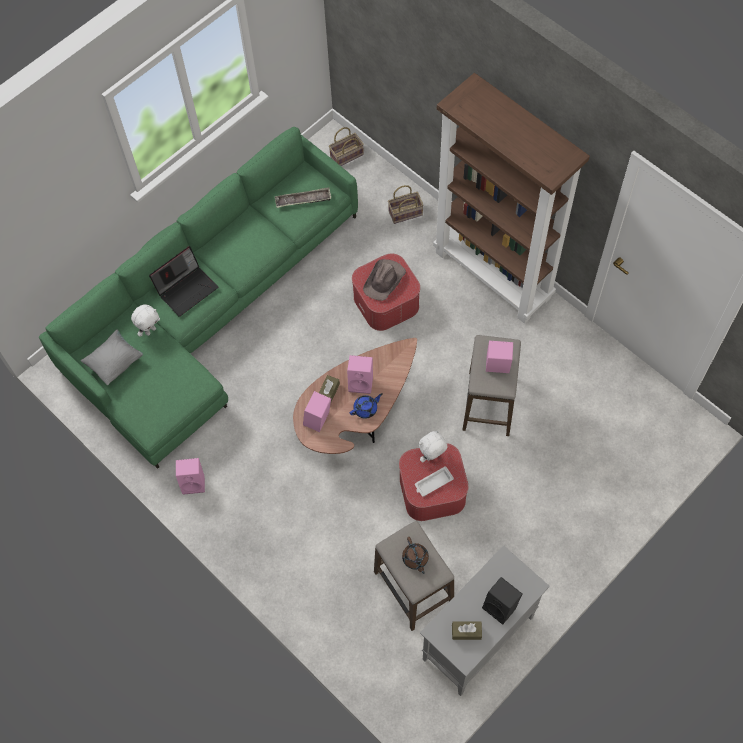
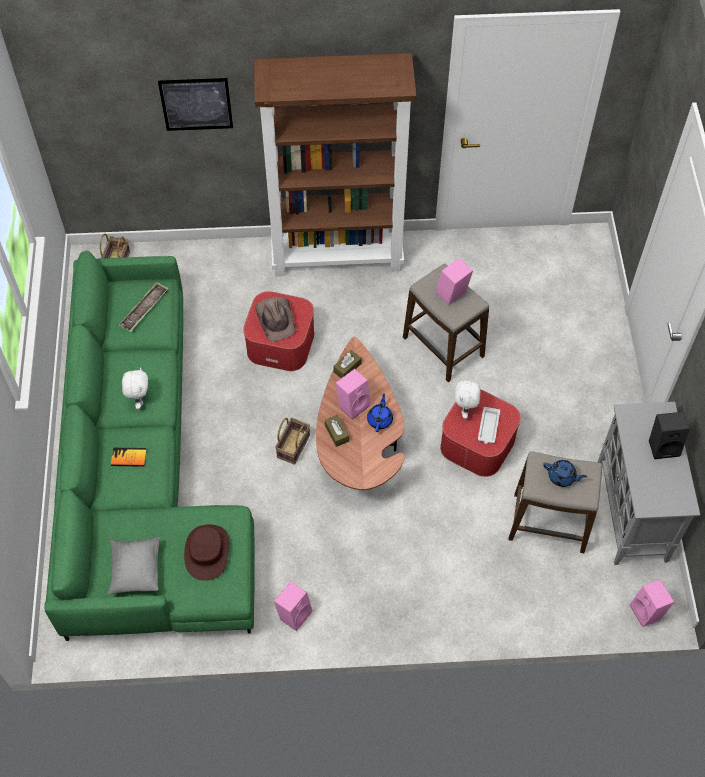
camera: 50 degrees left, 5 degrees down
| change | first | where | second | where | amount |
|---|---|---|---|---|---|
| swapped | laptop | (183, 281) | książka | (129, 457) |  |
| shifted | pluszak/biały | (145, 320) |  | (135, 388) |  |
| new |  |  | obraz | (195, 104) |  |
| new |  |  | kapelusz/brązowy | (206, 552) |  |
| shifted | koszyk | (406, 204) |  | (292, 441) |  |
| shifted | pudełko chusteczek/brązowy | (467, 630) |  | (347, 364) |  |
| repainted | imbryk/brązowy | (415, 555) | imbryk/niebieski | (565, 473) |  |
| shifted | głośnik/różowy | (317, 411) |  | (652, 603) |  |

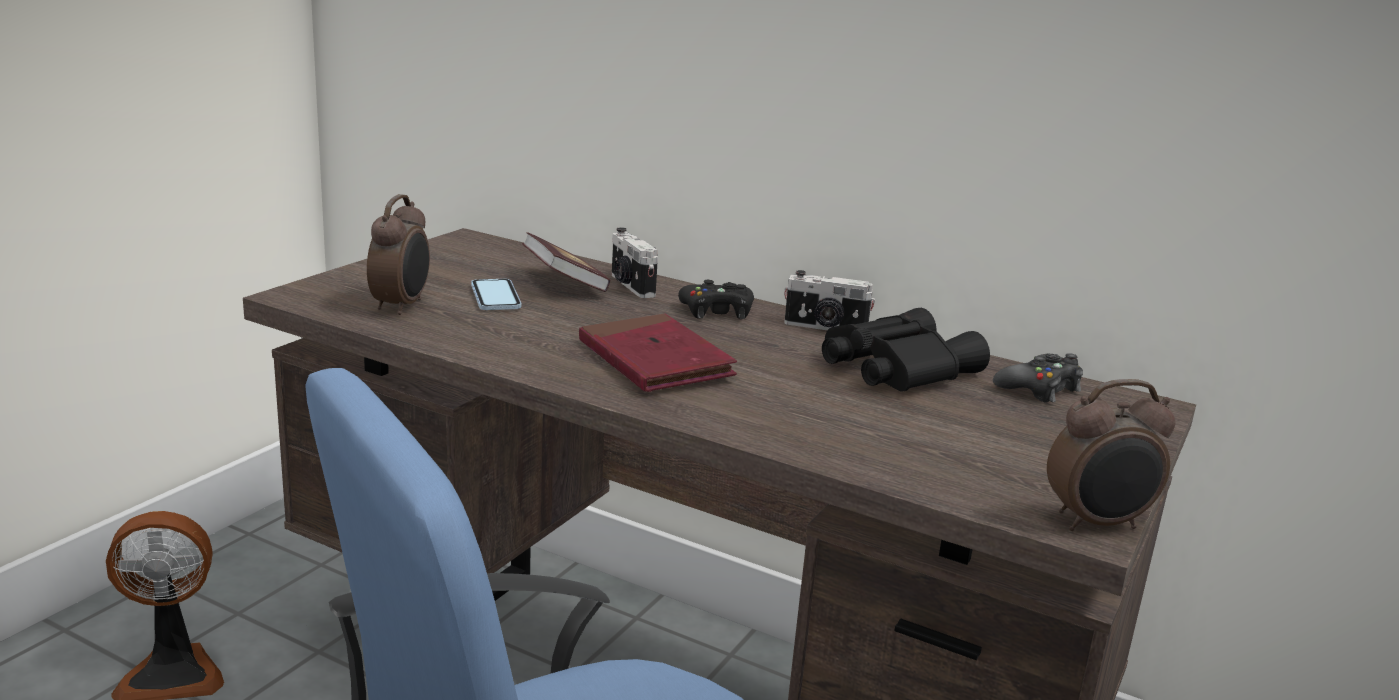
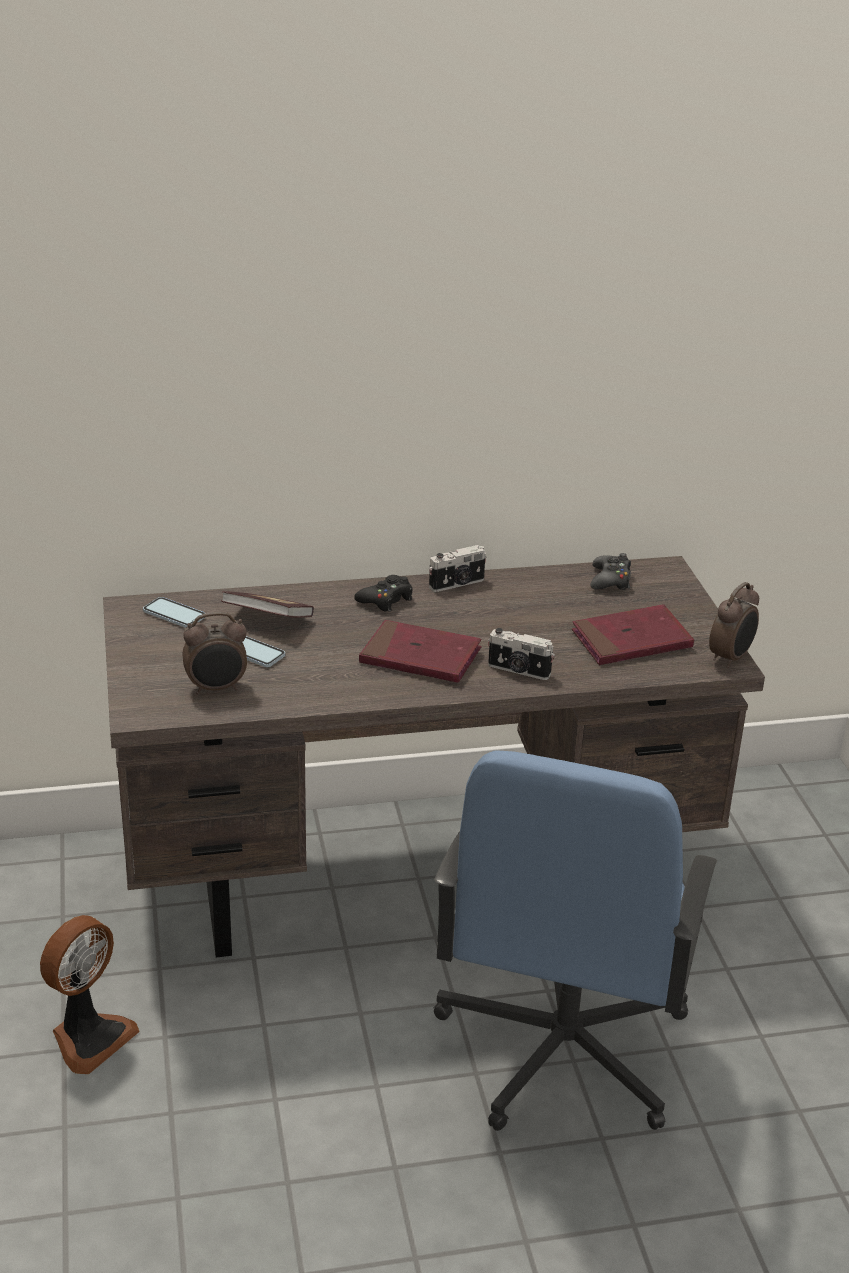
camera: 40 degrees left, 10 degrees up
| change | first | where | second | where | amount |
|---|---|---|---|---|---|
| new |  |  | telefon | (174, 612) |  |
| rotated | budzik | (398, 254) |  | (214, 653) | 105 degrees clockwise |
| shifted | aparat fotograficzny | (635, 262) |  | (521, 654) |  |
| new |  |  | książka/czerwony | (633, 634) |  |
| gone | lornetka/czarny | (906, 350) |  |  |  |

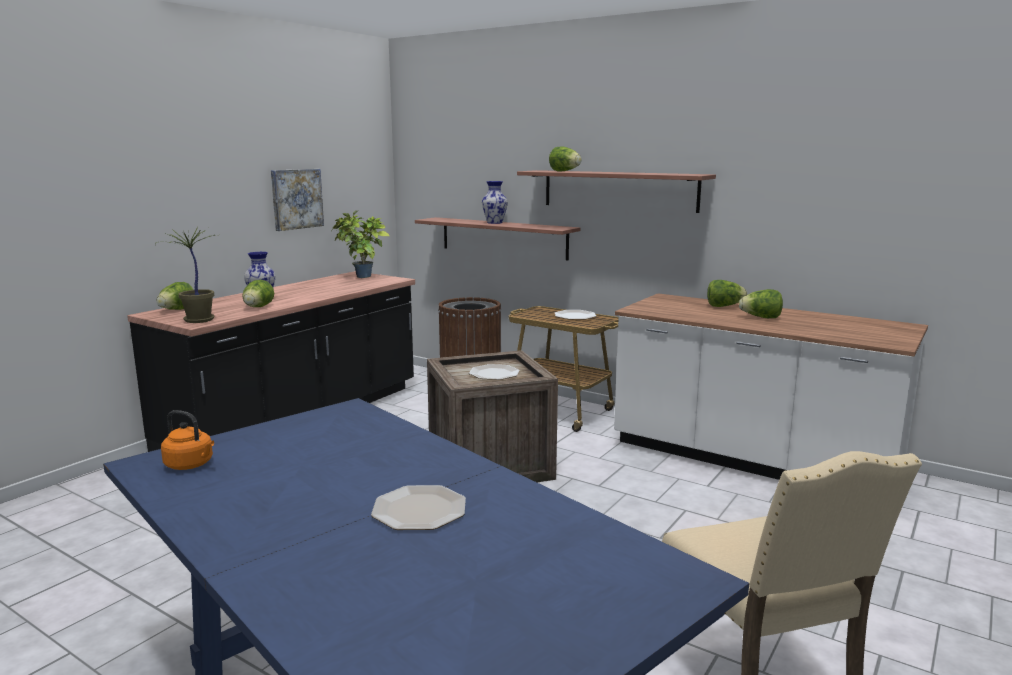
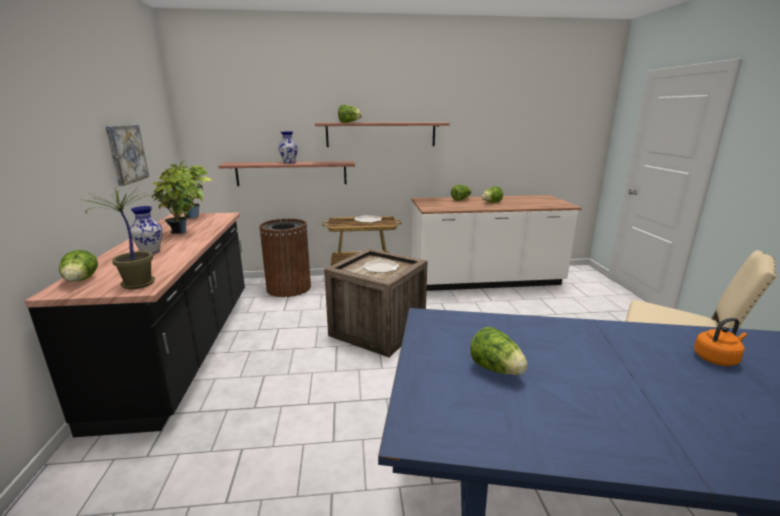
camera: 40 degrees left, 5 degrees up
| change | first | where | second | where | amount |
|---|---|---|---|---|---|
| new |  |  | roślina doniczkowa | (176, 201) |  |
| shifted | sałata | (258, 293) |  | (499, 351) |  |
| shifted | czajnik/pomarańczowy | (187, 440) |  | (720, 342) |  |
| gone | talerz | (418, 507) |  |  |  |

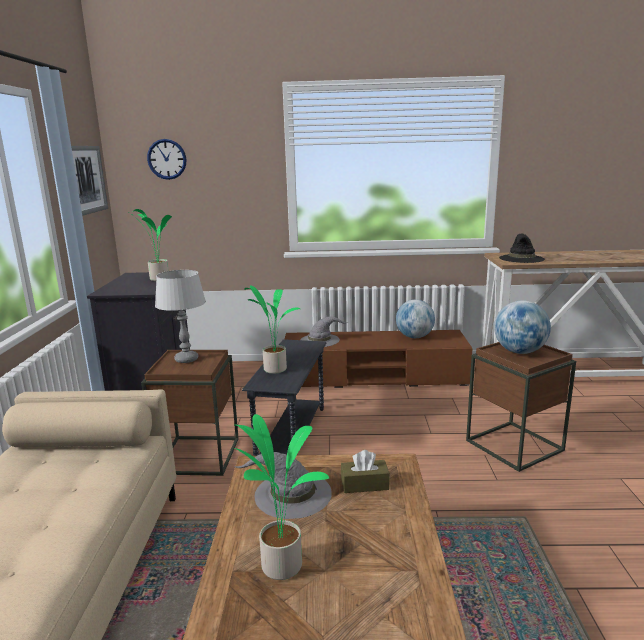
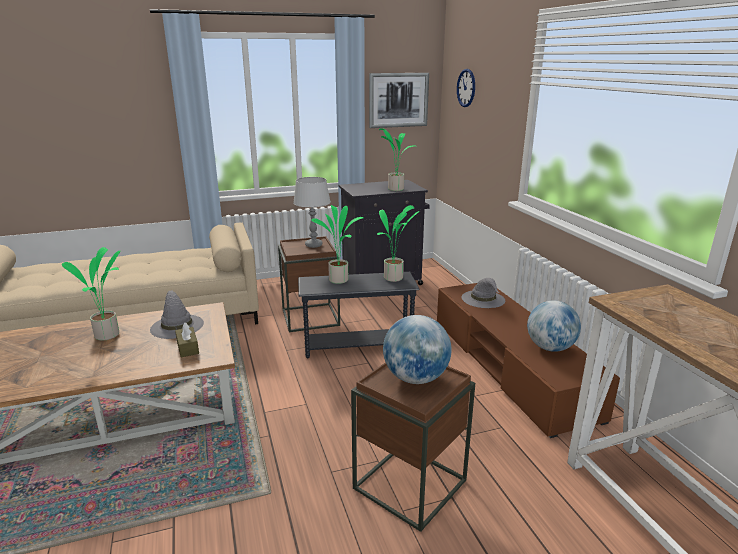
camera: 70 degrees right, 5 degrees up
| change | first | where | second | where | amount |
|---|---|---|---|---|---|
| new |  |  | roślina doniczkowa | (398, 243) |  |
| gone | kapelusz/czarny | (522, 248) |  |  |  |

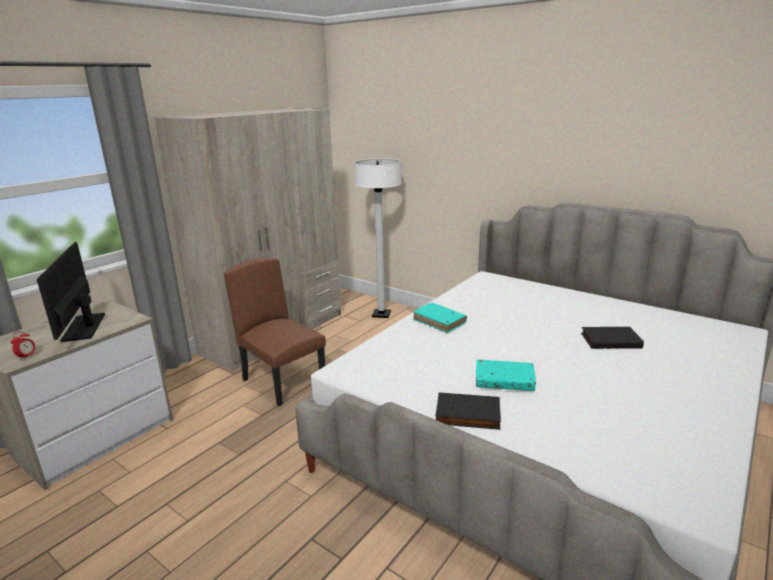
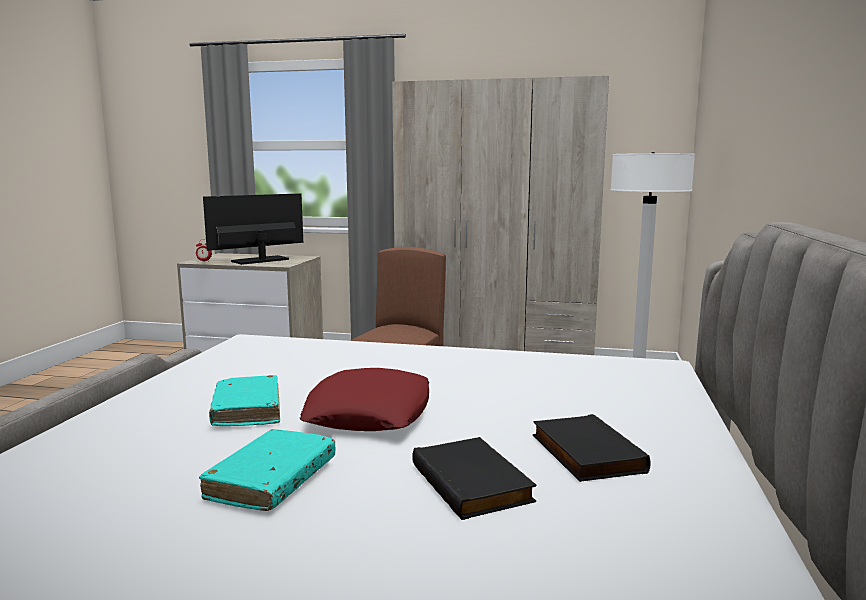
camera: 65 degrees right, 10 degrees down
| change | first | where | second | where | amount |
|---|---|---|---|---|---|
| shifted | książka/turkusowy | (440, 318) |  | (267, 470) |  |
| new |  |  | poduszka/czerwony | (364, 399) |  |
| shifted | książka/czarny | (468, 411) |  | (592, 448) |  |

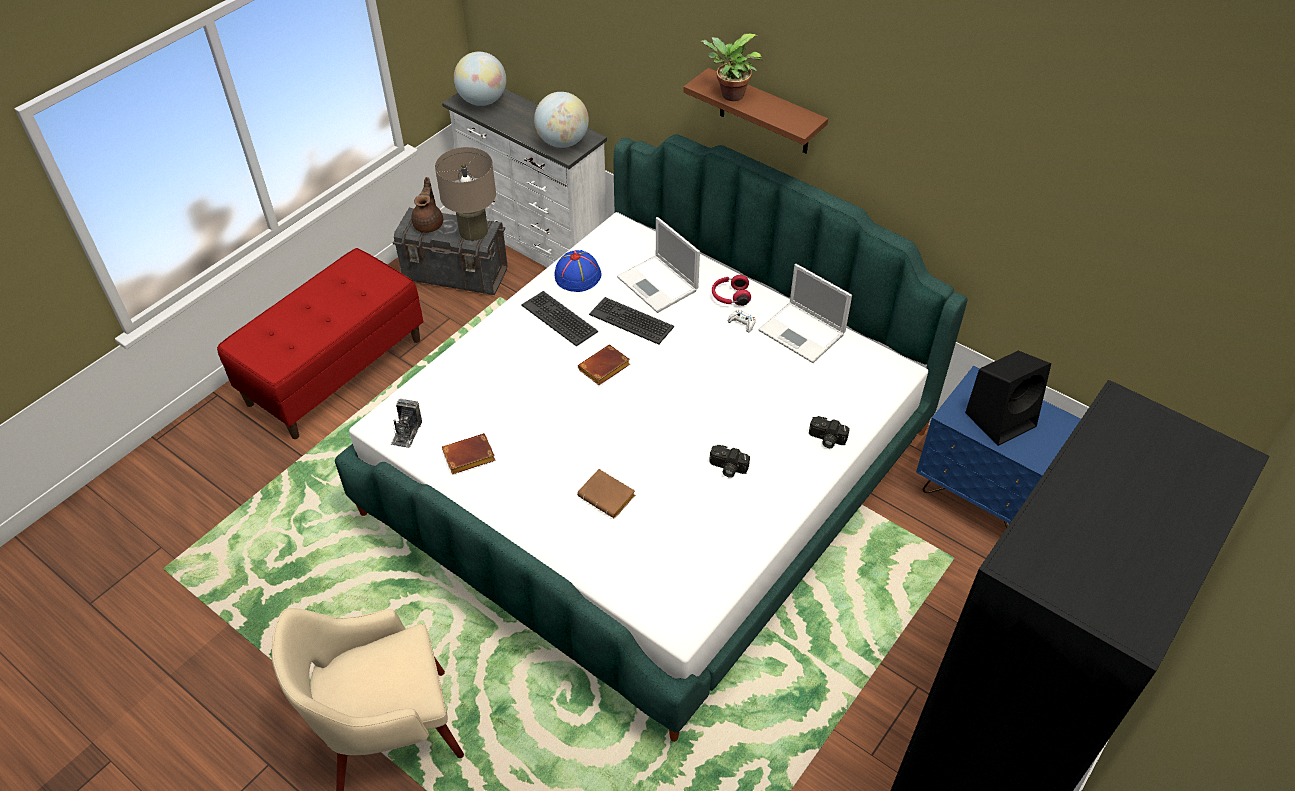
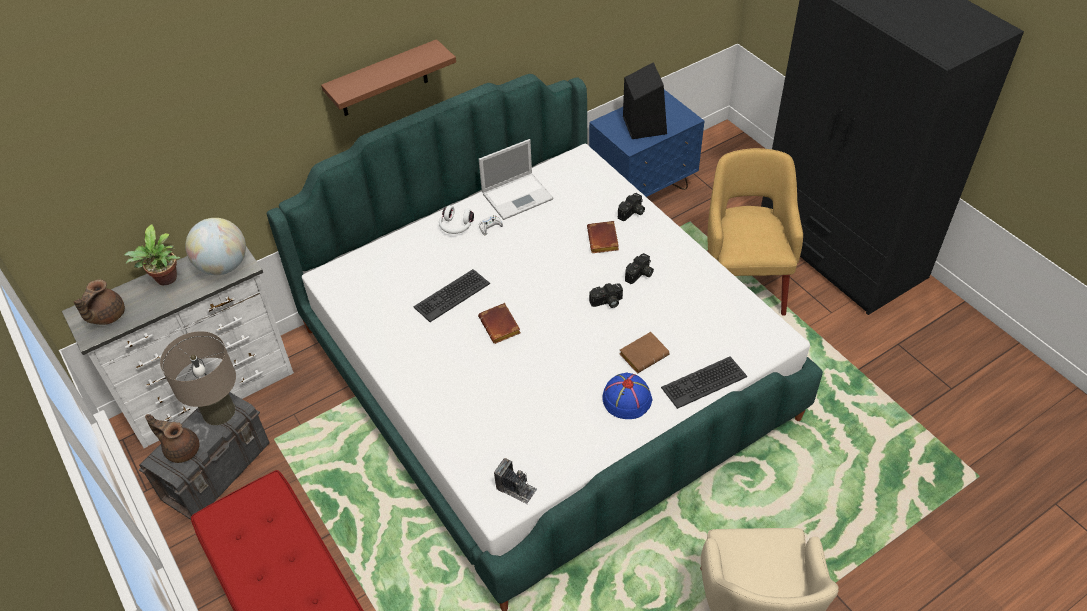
camera: 70 degrees left, 0 degrees up
| change | first | where | second | where | amount |
|---|---|---|---|---|---|
| swapped | globus | (480, 79) | imbryk/brązowy | (99, 302) |  |
| shifted | roślina doniczkowa | (731, 67) |  | (152, 254) |  |
| repainted | słuchawki/czerwony | (731, 290) | słuchawki/biały | (456, 219) |  |
| shifted | książka/brązowy | (469, 454) |  | (603, 237) |  |
| new |  |  | aparat fotograficzny | (606, 295) |  |
| shifted | kapelusz/niebieski | (578, 271) |  | (627, 396) |  |
| shifted | klawiatura | (559, 318) |  | (704, 382) |  |
| new |  |  | fotel/żółty | (755, 232) |  |
| gone | laptop | (658, 265) |  |  |  |

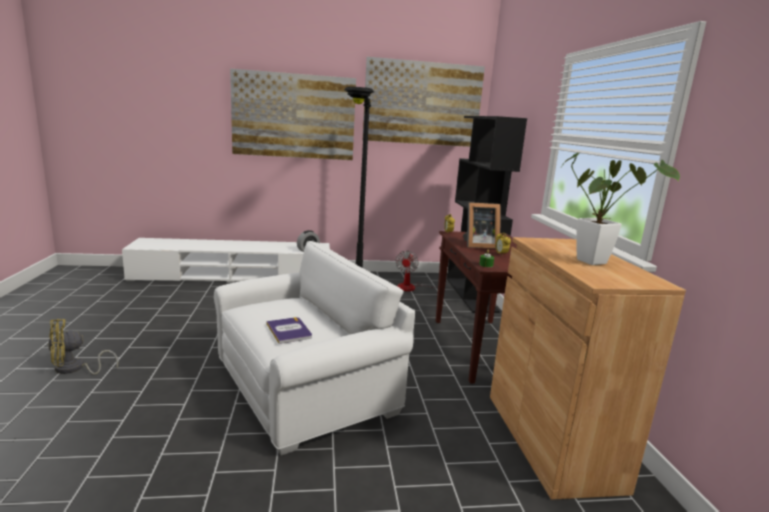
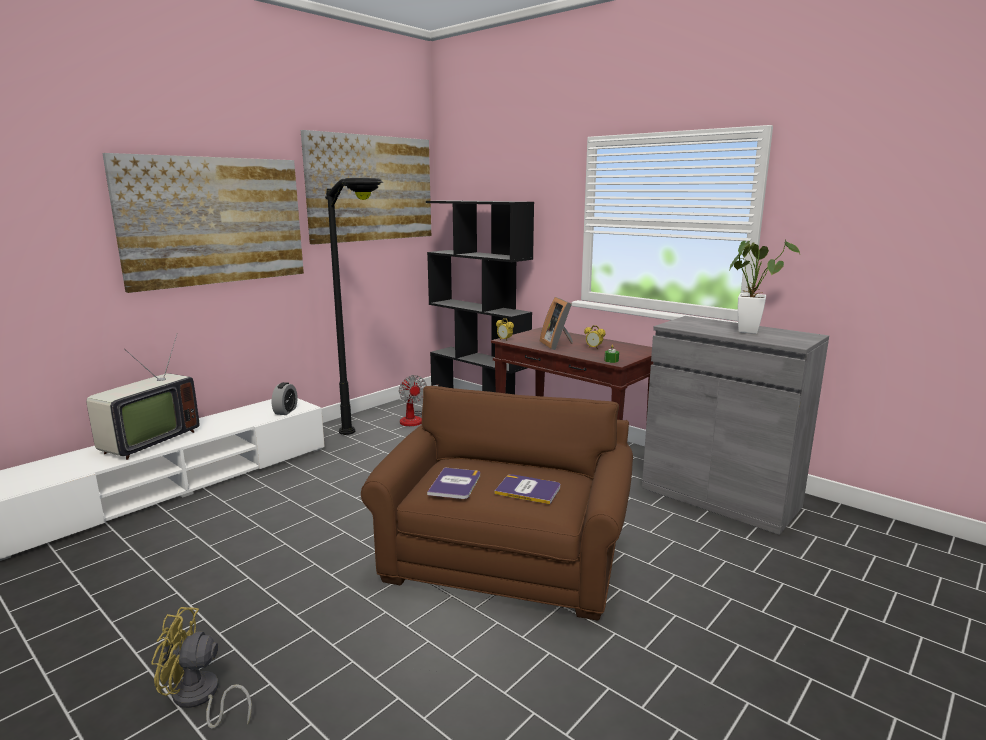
camera: 40 degrees left, 0 degrees up
| change | first | where | second | where | amount |
|---|---|---|---|---|---|
| new |  |  | telewizor | (142, 396) |  |
| rotated | wentylator/żółty | (83, 347) |  | (201, 668) | 75 degrees clockwise |
| repainted | fotel/biały | (314, 348) | fotel/brązowy | (497, 503) |  |
| new |  |  | książka | (453, 483) |  |
| rotated | ramka na zdjęcie | (482, 225) |  | (556, 323) | 120 degrees clockwise |
| repainted | szafka/brązowy | (588, 368) | szafka/szary | (735, 425) |  |

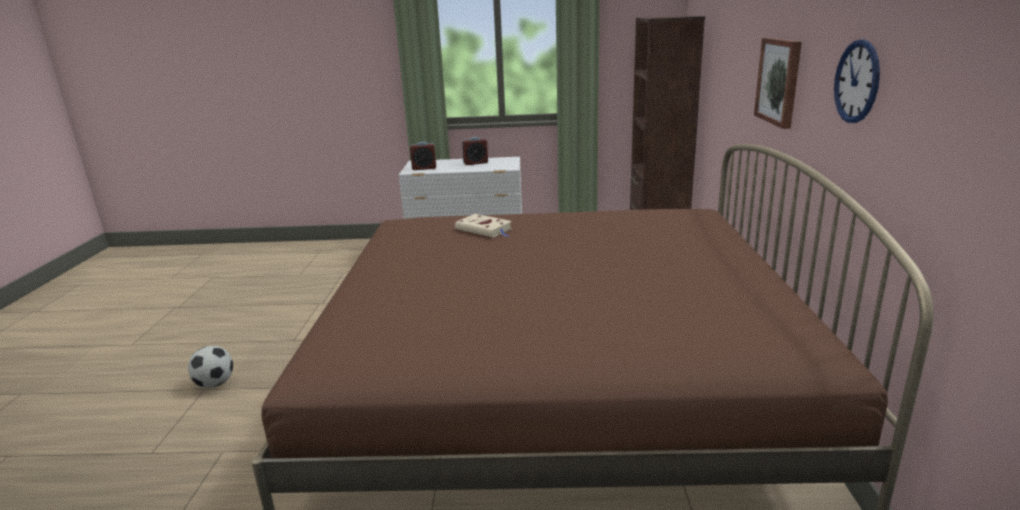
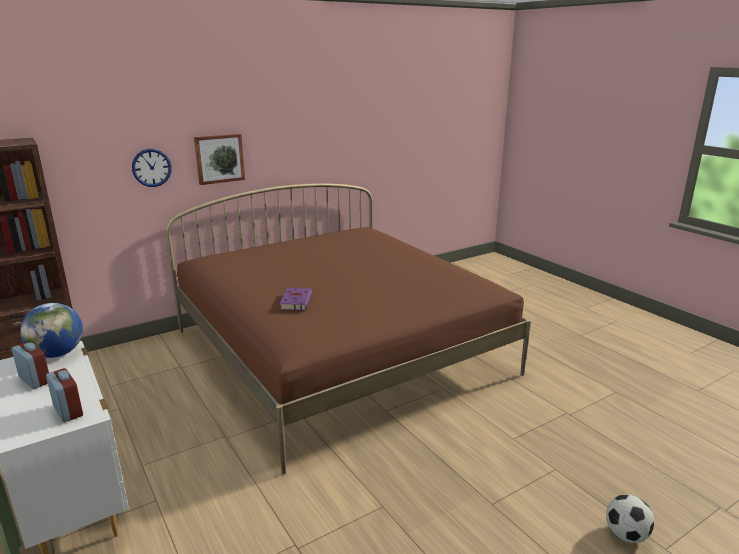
camera: 125 degrees left, 0 degrees up
| change | first | where | second | where | amount |
|---|---|---|---|---|---|
| new |  |  | globus | (51, 330) |  |
| shifted | zegar ścienny | (857, 81) |  | (152, 168) |  |
| repainted | książka/beżowy | (483, 226) | książka/fioletowy | (296, 299) |  |
| shifted | piłka futbolowa | (210, 367) |  | (630, 519) |  |

